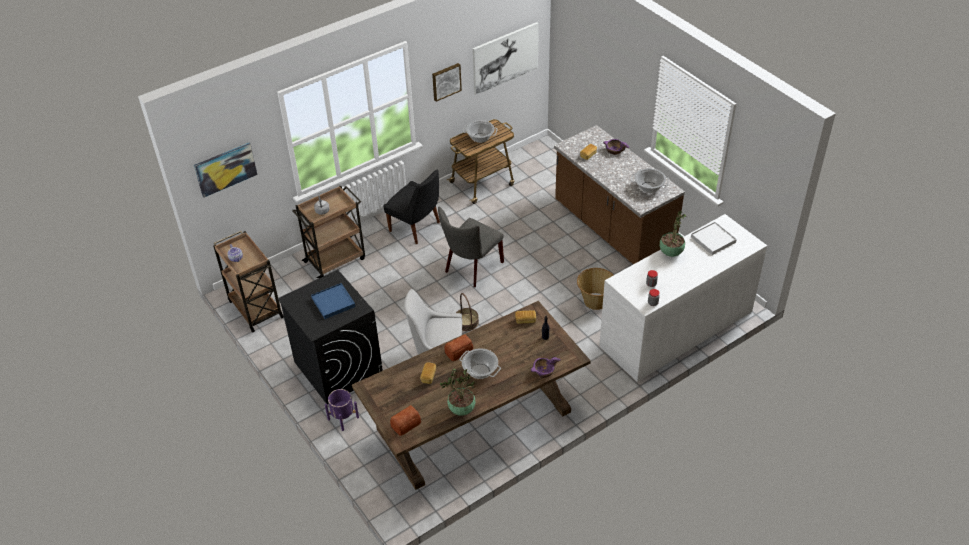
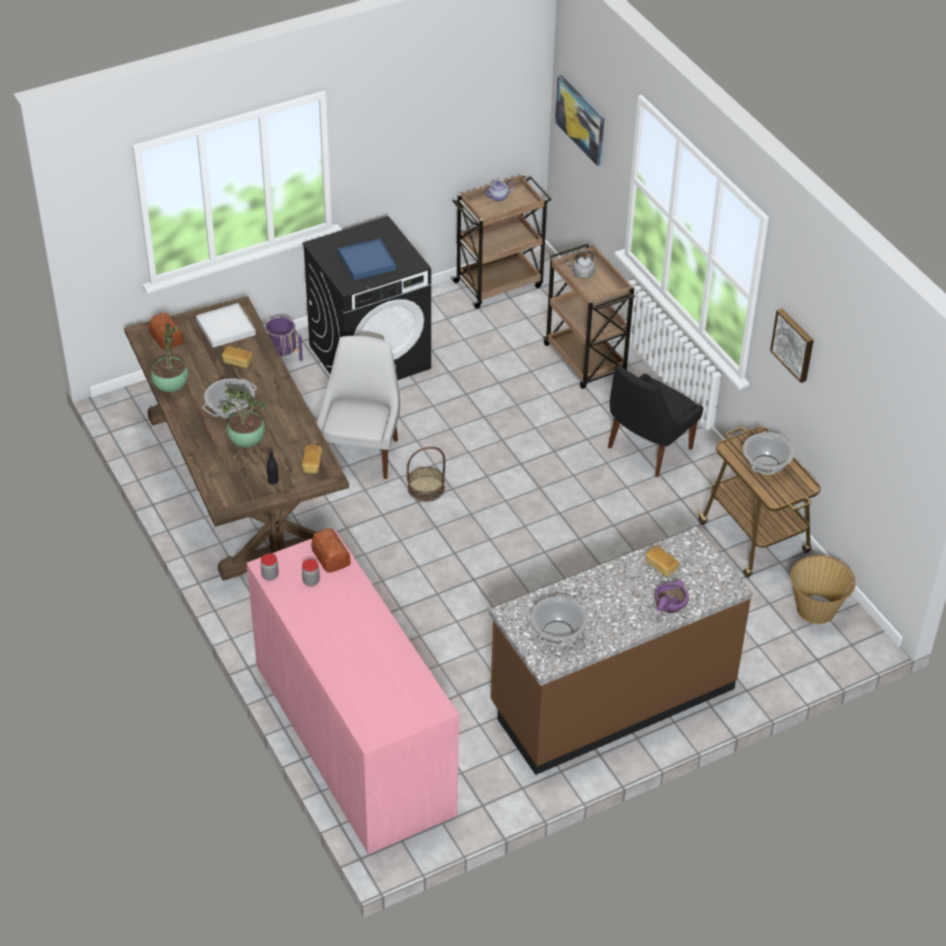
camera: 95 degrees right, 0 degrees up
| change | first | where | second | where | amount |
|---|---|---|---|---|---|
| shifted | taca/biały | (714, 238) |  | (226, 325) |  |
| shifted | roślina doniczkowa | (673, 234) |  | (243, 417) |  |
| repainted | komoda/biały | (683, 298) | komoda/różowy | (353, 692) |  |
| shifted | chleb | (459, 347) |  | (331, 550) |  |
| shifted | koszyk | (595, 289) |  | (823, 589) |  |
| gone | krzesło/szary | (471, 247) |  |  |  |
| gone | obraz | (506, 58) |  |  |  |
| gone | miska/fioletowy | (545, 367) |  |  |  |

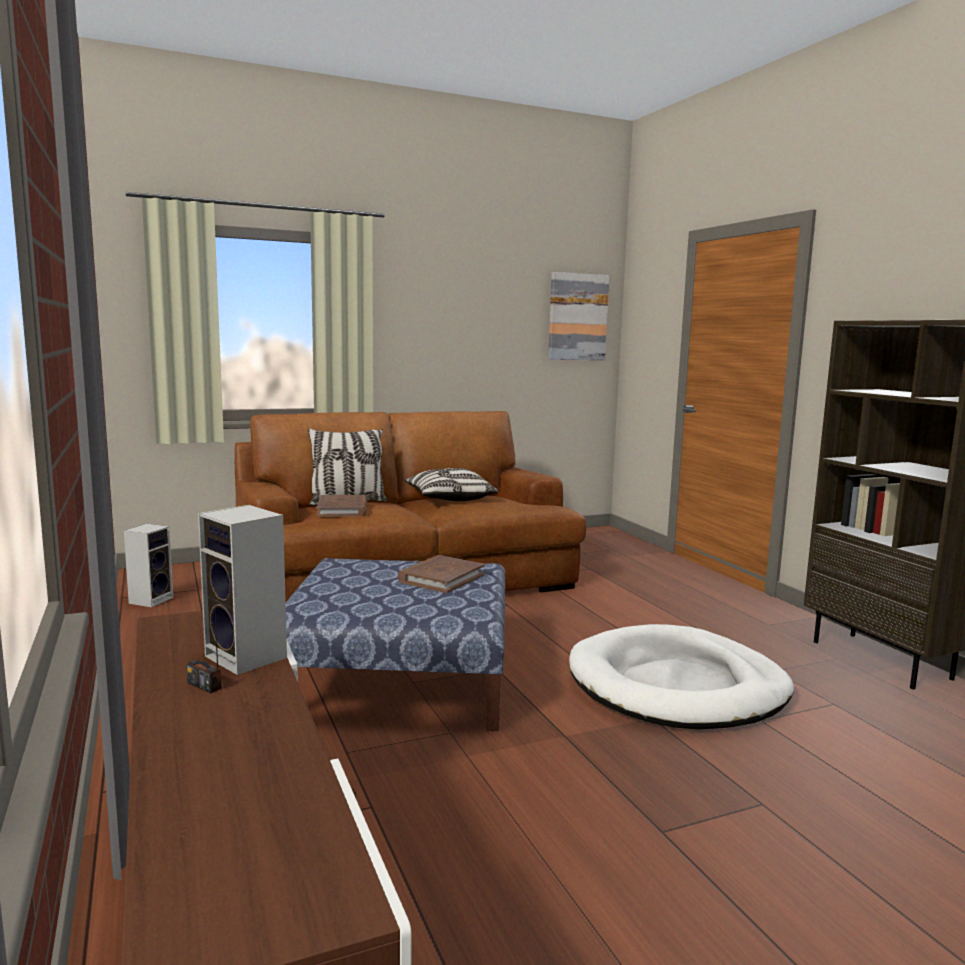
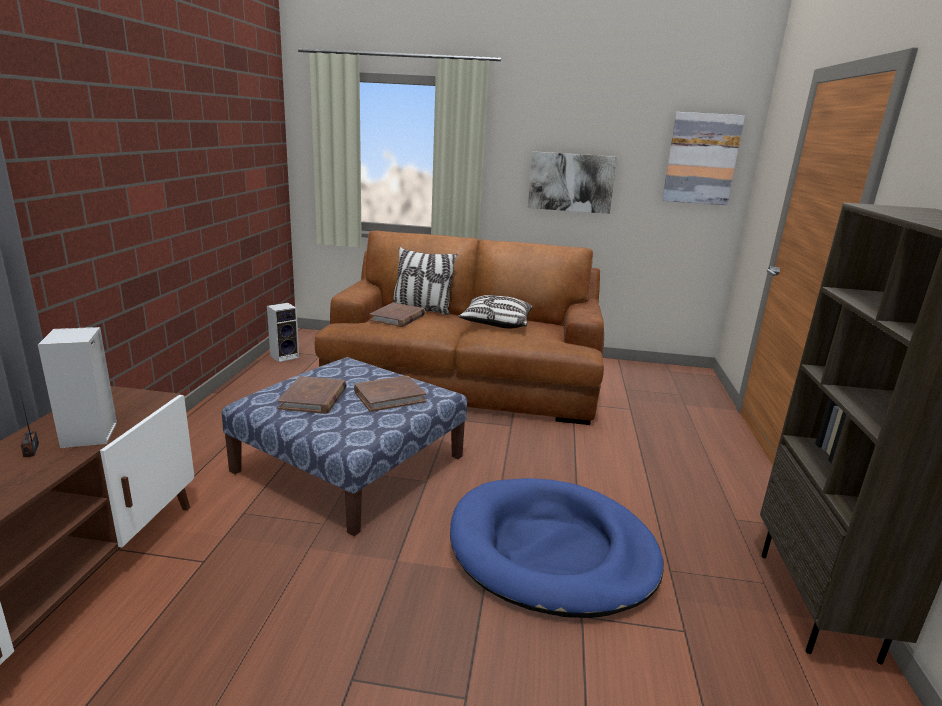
camera: 30 degrees right, 10 degrees up
| change | first | where | second | where | amount |
|---|---|---|---|---|---|
| new |  |  | książka/brązowy | (312, 395) |  |
| repainted | legowisko/biały | (681, 677) | legowisko/niebieski | (556, 548) |  |
| new |  |  | obraz | (572, 182) |  |

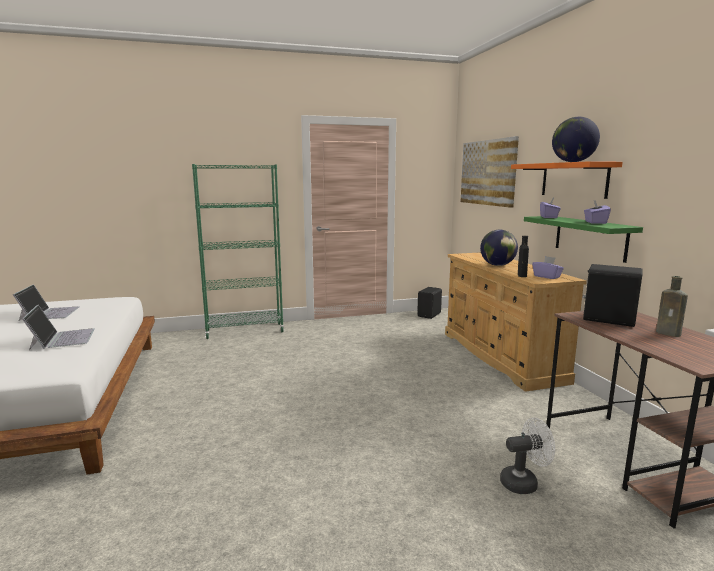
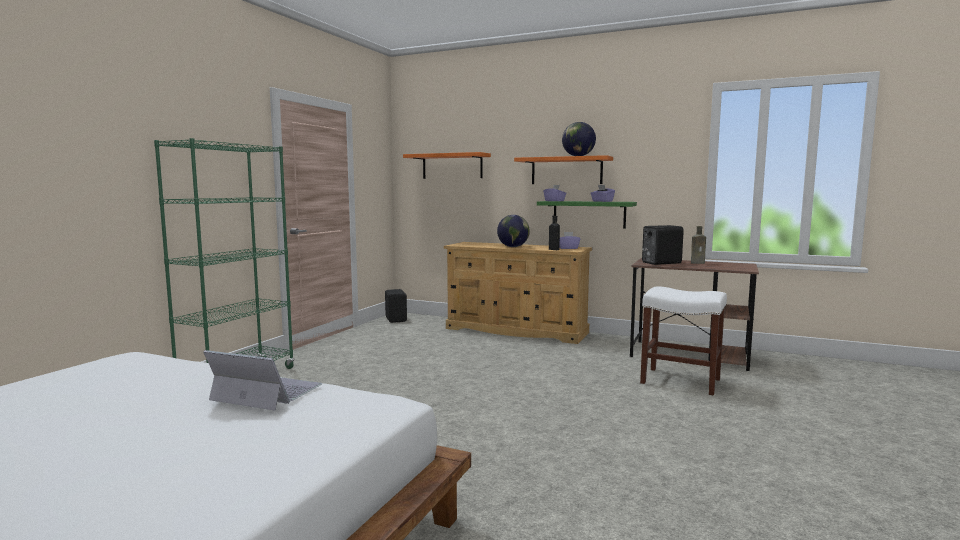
camera: 50 degrees left, 5 degrees down
| change | first | where | second | where | amount |
|---|---|---|---|---|---|
| swapped | obraz | (490, 172) | półka/pomarańczowy | (447, 165) |  |
| swapped | wentylator/biały | (527, 456) | stołek/biały | (683, 340) |  |
| gone | laptop | (46, 302) |  |  |  |

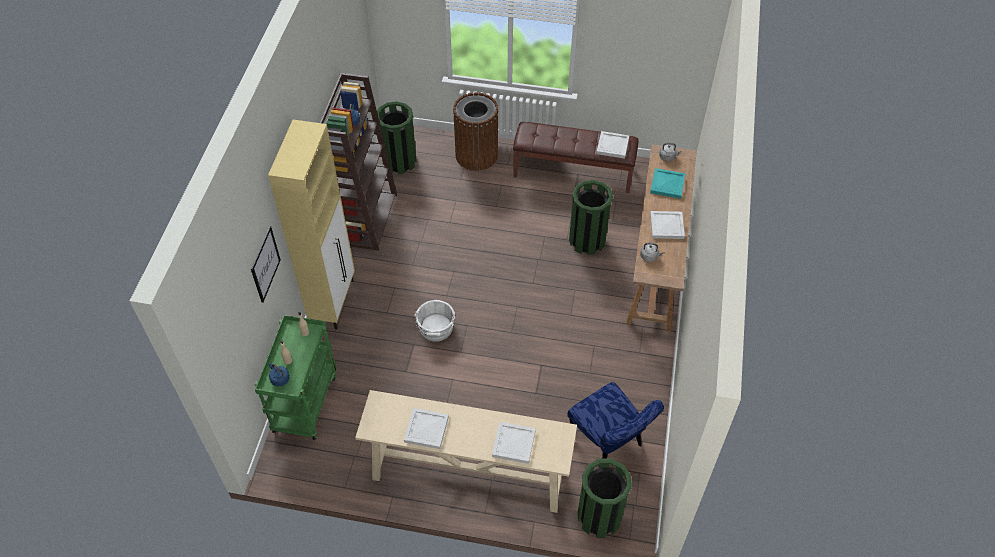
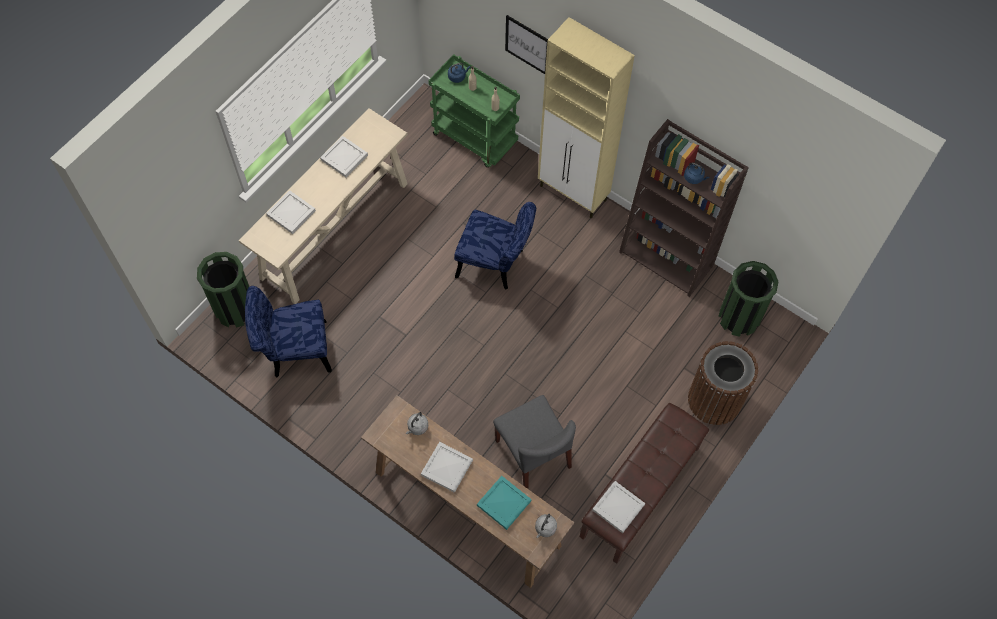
camera: 115 degrees right, 10 degrees up
| change | first | where | second | where | amount |
|---|---|---|---|---|---|
| swapped | wiadro/biały | (435, 321) | krzesło/niebieski | (495, 246) |  |
| swapped | kosz na śmieci/zielony | (591, 217) | krzesło/szary | (534, 442) |  |

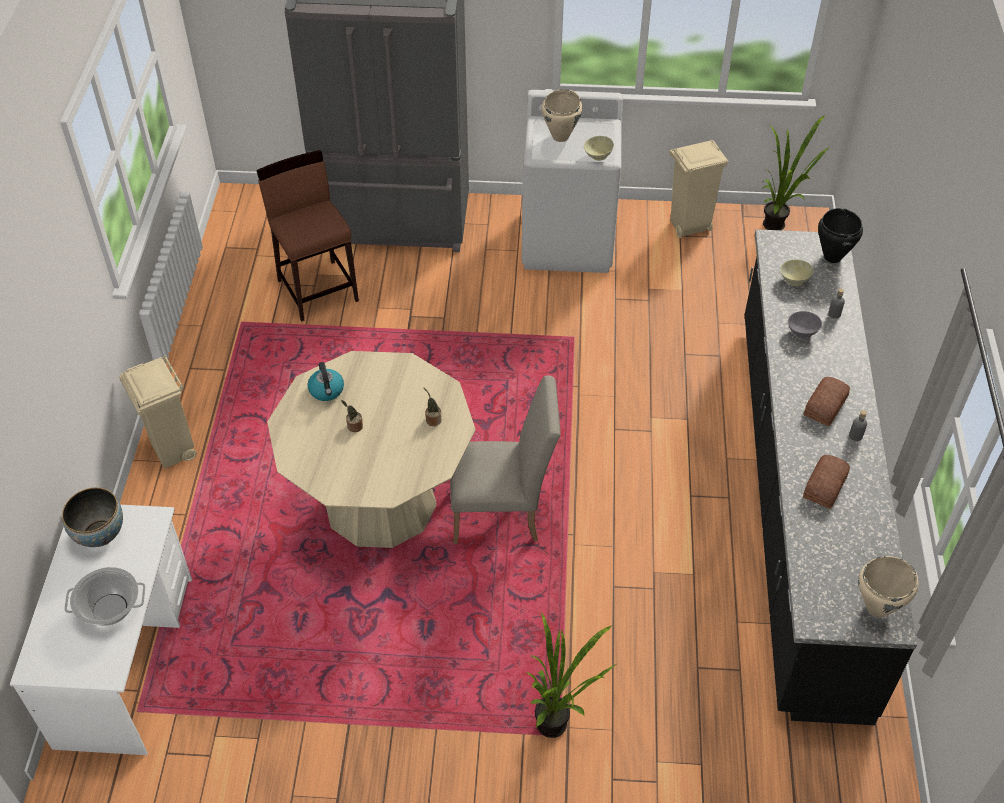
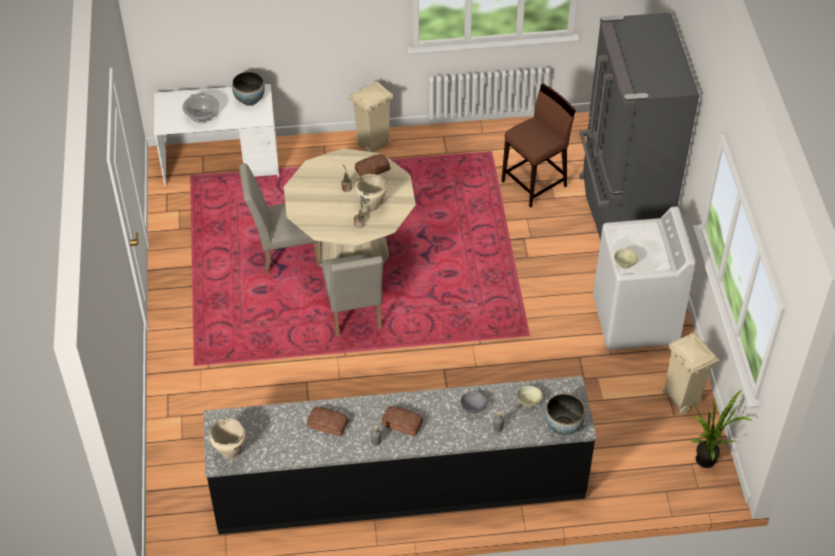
camera: 80 degrees right, 0 degrees up
| change | first | where | second | where | amount |
|---|---|---|---|---|---|
| new |  |  | krzesło/beżowy | (279, 218) |  |
| swapped | czajnik | (325, 381) | chleb | (373, 165) |  |
| shifted | garnek/beżowy | (561, 115) |  | (371, 192) |  |
| swapped | garnek/czarny | (840, 235) | miska | (565, 414) |  |
| gone | roślina doniczkowa | (571, 675) |  |  |  |

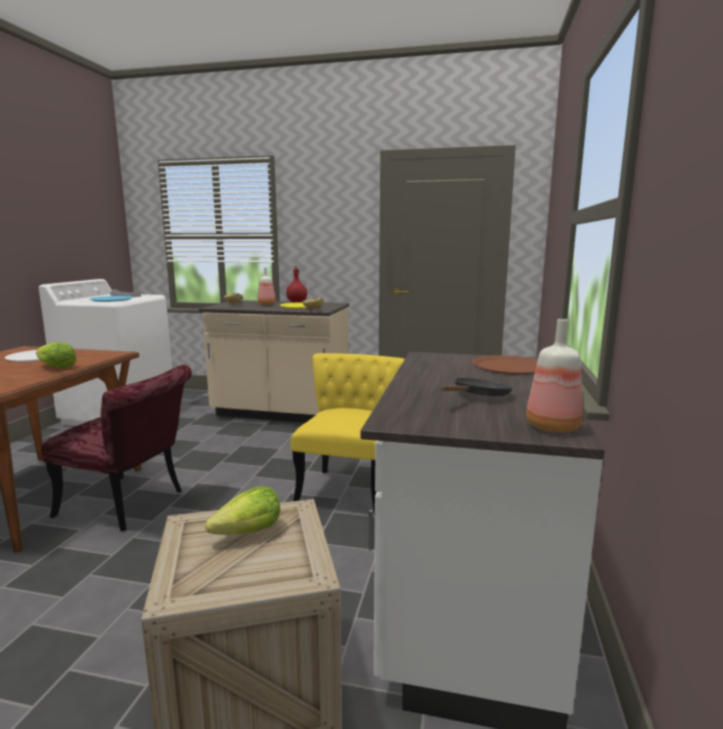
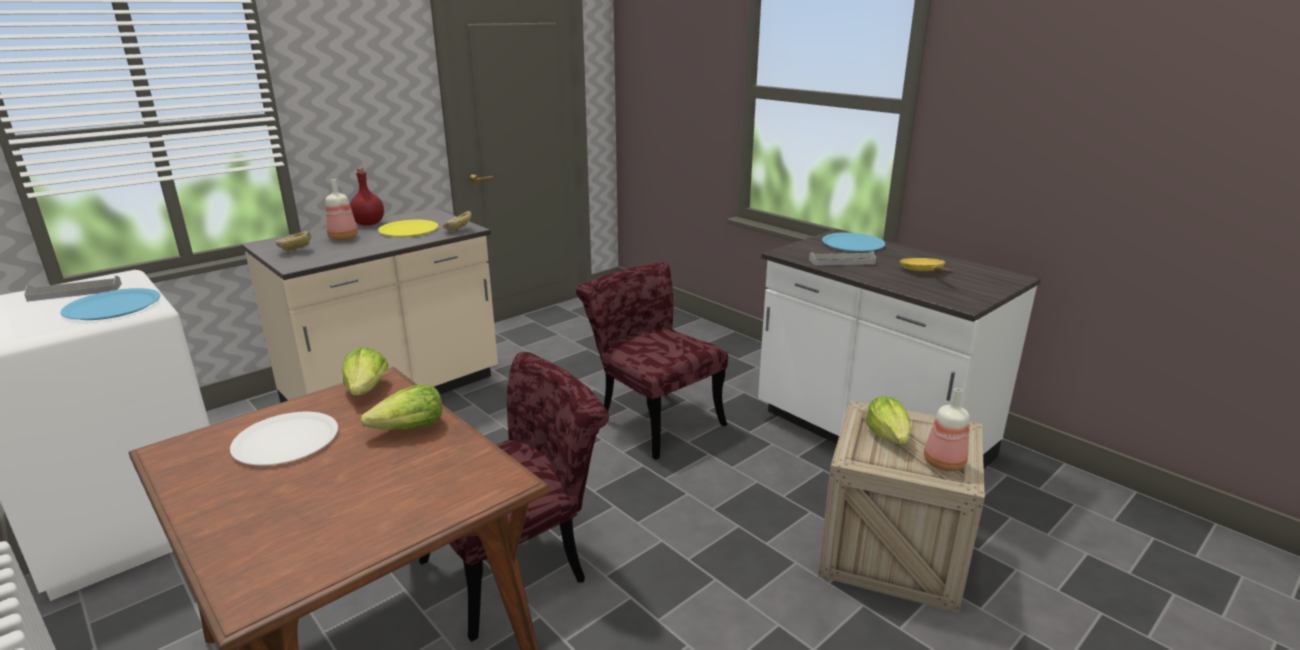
camera: 55 degrees left, 10 degrees up
| change | first | where | second | where | amount |
|---|---|---|---|---|---|
| new |  |  | sałata | (365, 371) |  |
| repainted | krzesło/żółty | (348, 434) | krzesło/czerwony | (652, 361) |  |
| new |  |  | taca/szary | (842, 258) |  |
| repainted | talerz/brązowy | (505, 365) | talerz/niebieski | (853, 242) |  |
| repainted | patelnia/czarny | (477, 387) | patelnia/żółty | (927, 266) |  |
| shifted | butelka | (554, 376) |  | (947, 429) |  |

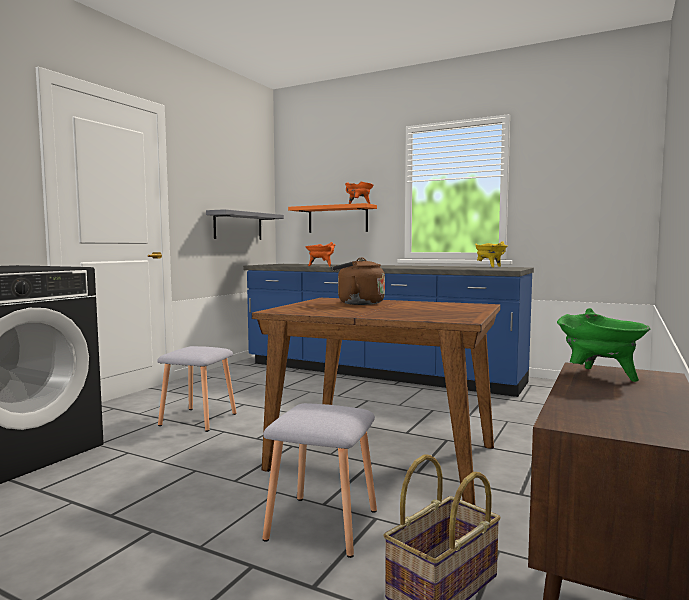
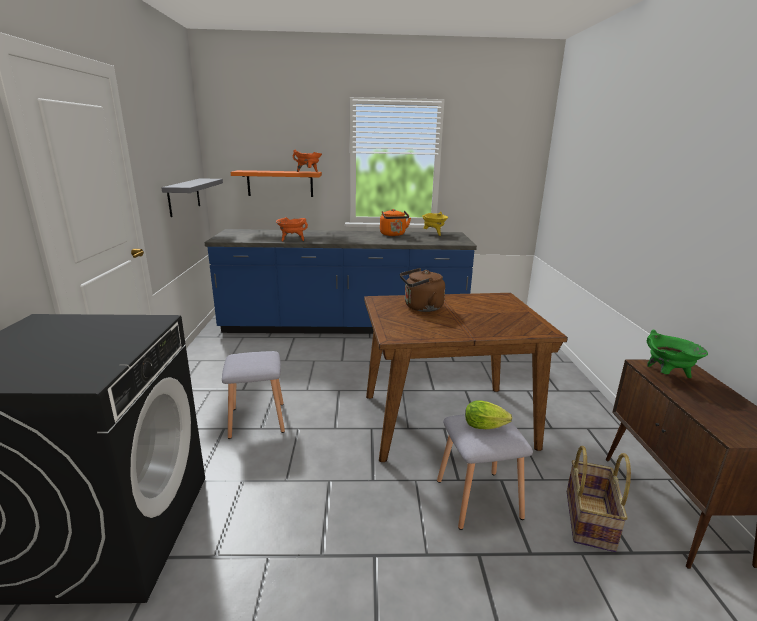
camera: 30 degrees left, 15 degrees up
| change | first | where | second | where | amount |
|---|---|---|---|---|---|
| new |  |  | czajnik/pomarańczowy | (395, 222) |  |
| new |  |  | sałata | (488, 414) |  |

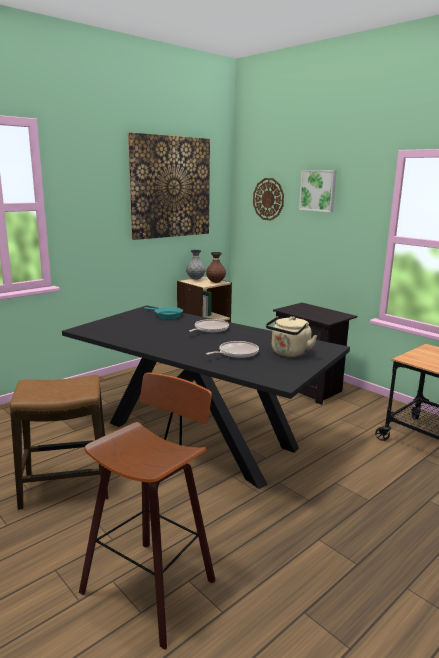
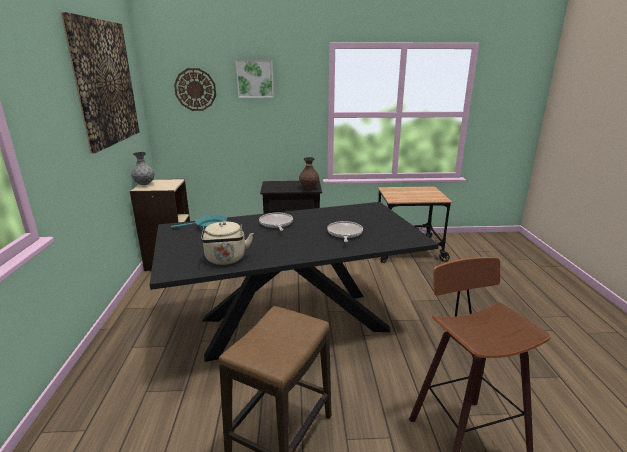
camera: 50 degrees left, 5 degrees up
| change | first | where | second | where | amount |
|---|---|---|---|---|---|
| shifted | czajnik/beżowy | (291, 336) |  | (227, 243) |  |
| shifted | wazon/brązowy | (216, 267) |  | (309, 173) |  |

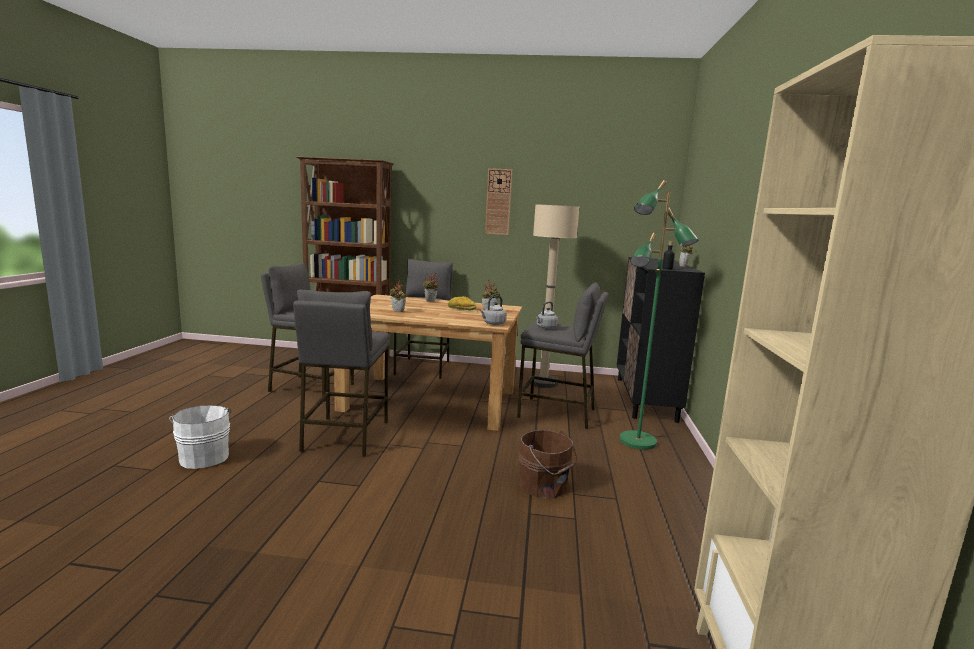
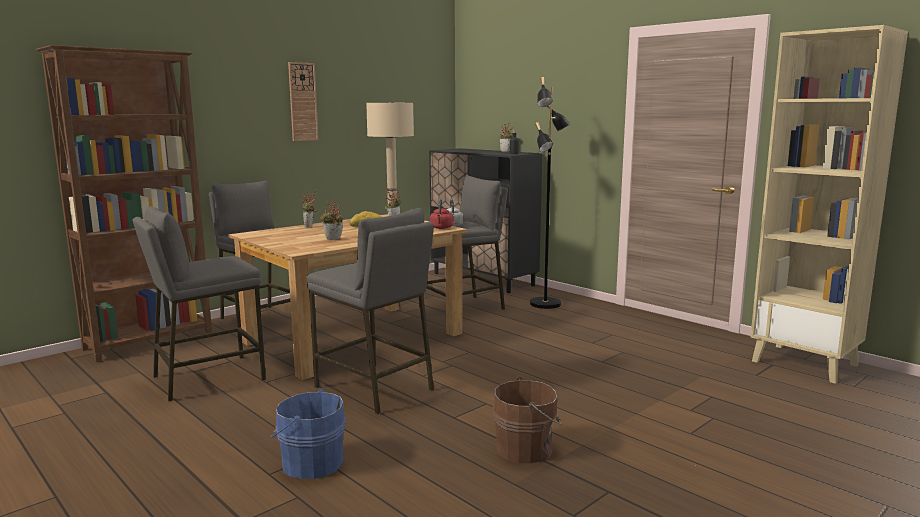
camera: 50 degrees left, 0 degrees up
| change | first | where | second | where | amount |
|---|---|---|---|---|---|
| repainted | wiadro/biały | (200, 437) | wiadro/niebieski | (308, 433) |  |
| repainted | czajnik/szary | (493, 310) | czajnik/czerwony | (441, 214) |  |
| shifted | wiadro/brązowy | (548, 464) |  | (527, 420) |  |
| repainted | lampa stojąca/zielony | (659, 315) | lampa stojąca/czarny | (550, 193) |  |

